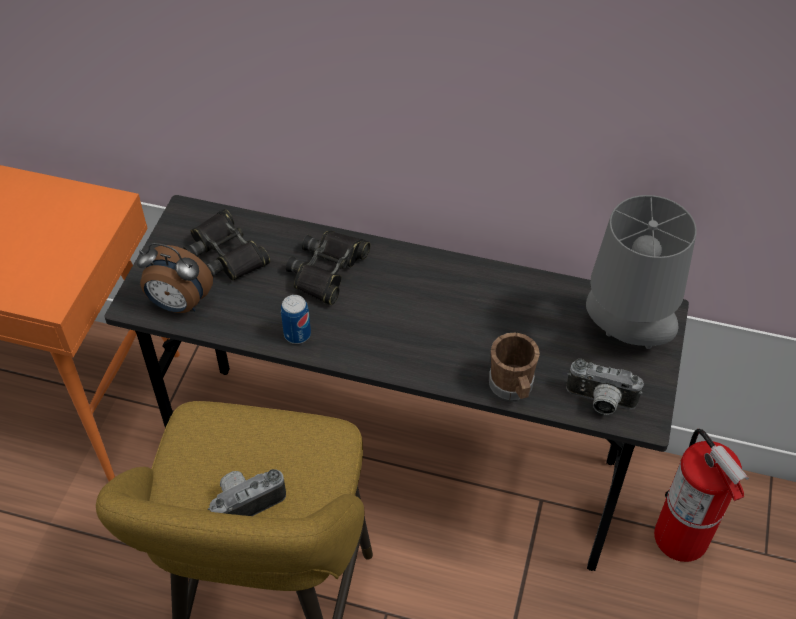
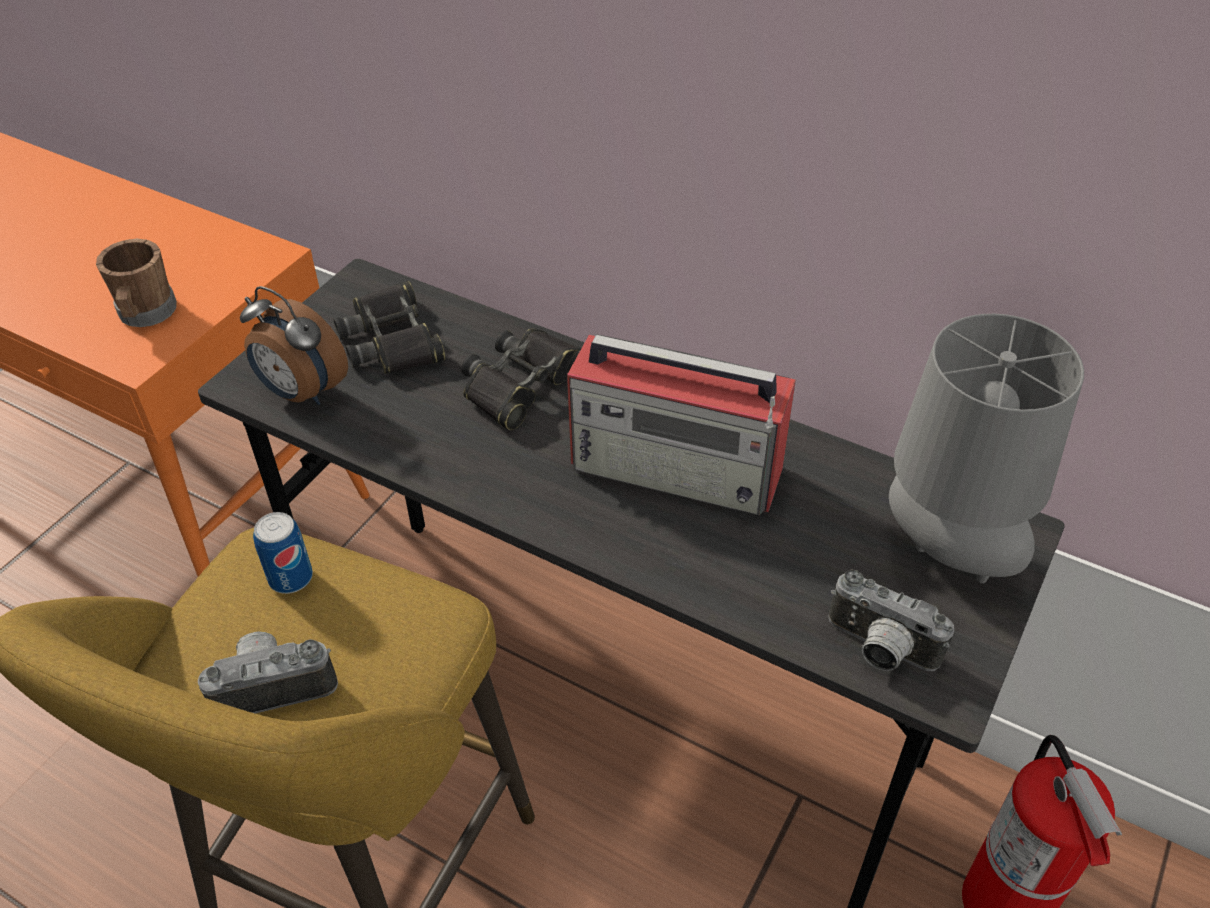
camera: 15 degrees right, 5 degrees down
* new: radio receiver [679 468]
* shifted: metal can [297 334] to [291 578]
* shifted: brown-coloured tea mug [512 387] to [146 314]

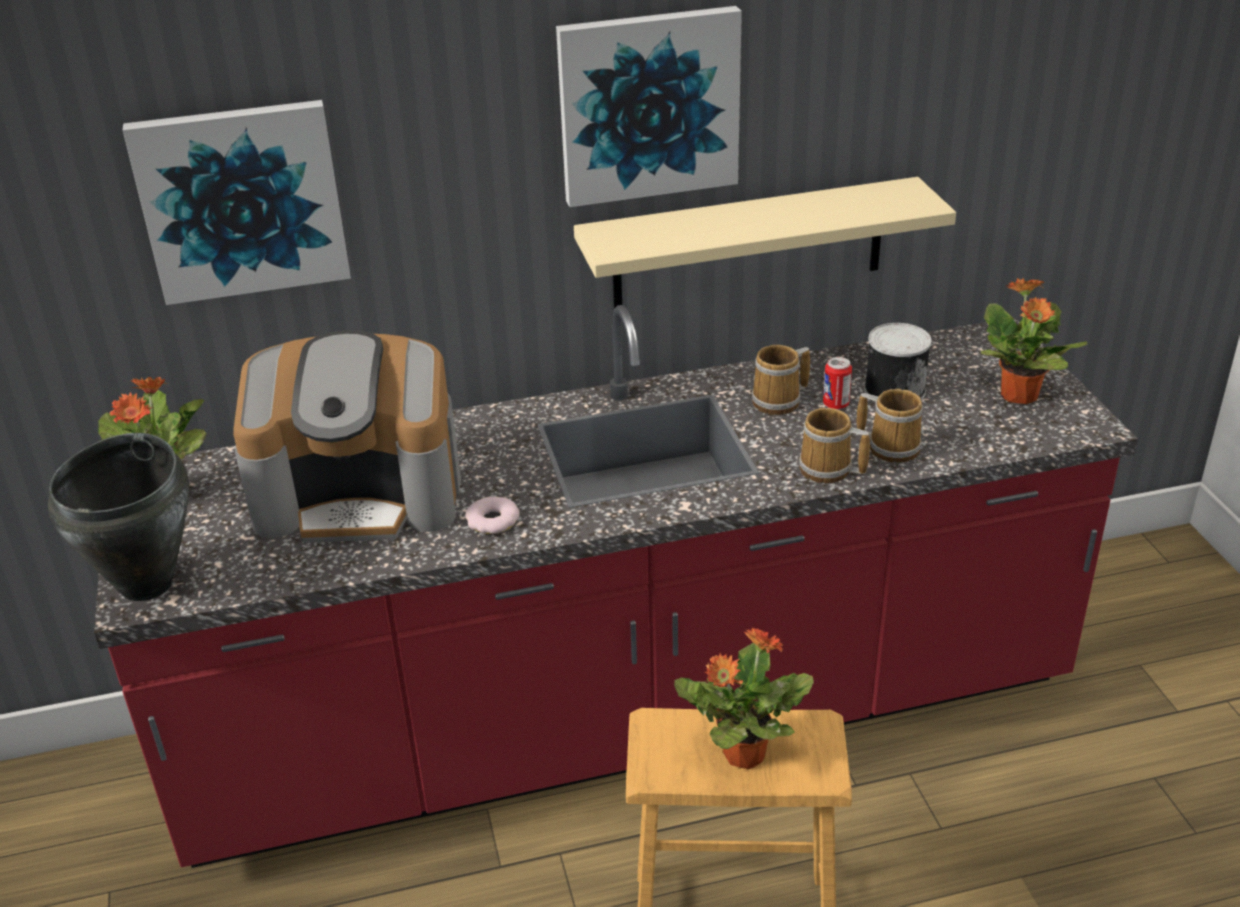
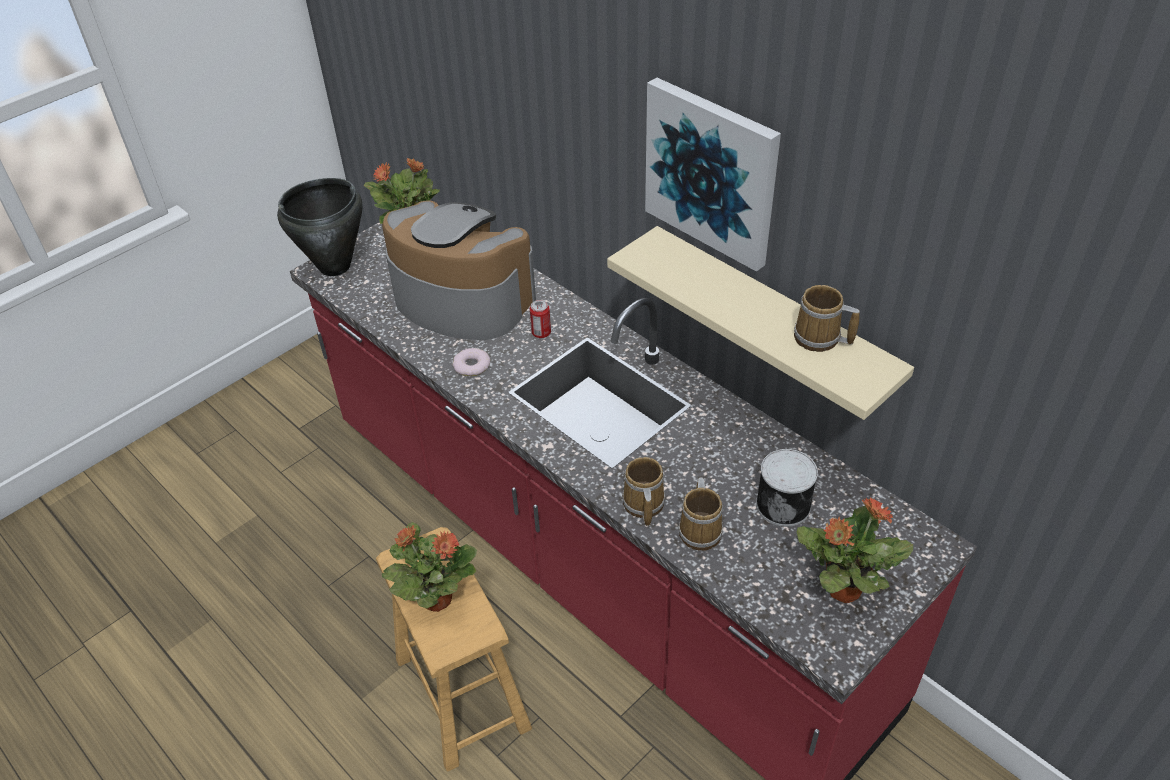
camera: 60 degrees right, 10 degrees up
* gone: wall art [242 201]
* shifted: tea mug [780 401] to [819 339]
* shifted: metal can [835 404] to [541 333]
* rotated: coffee machine [361 493] = [461 300] 150 degrees clockwise

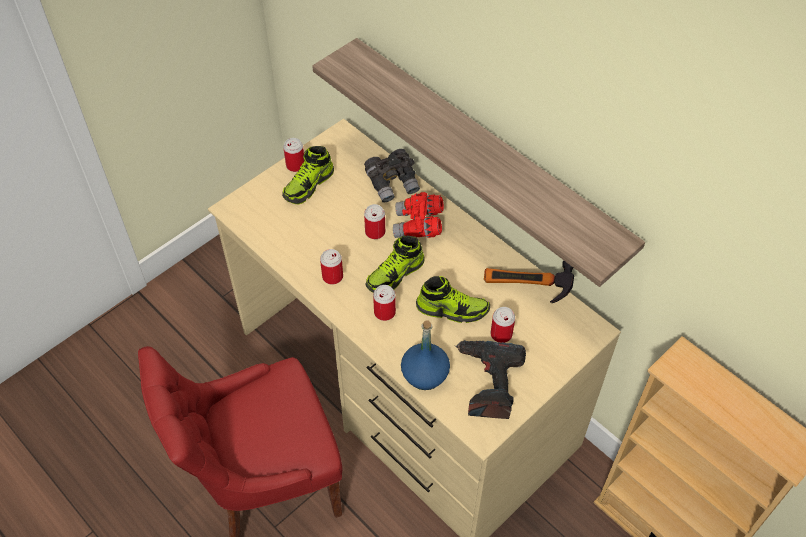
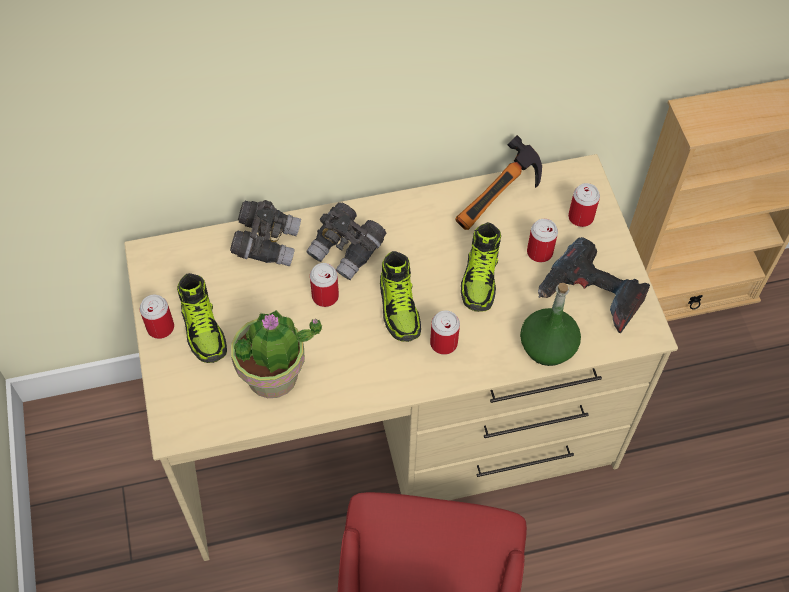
camera: 60 degrees left, 5 degrees up
* gone: wall shelf [486 155]
* new: plant in a pot [273 376]
* shifted: metal can [332 276] to [580 217]
* repainted: red-coloured field glasses [418 226] to greyish field glasses [347 250]
* repainted: blue bottle [425 374] to green bottle [547 346]
* rotated: low shoe [452 309] = [480 278] 150 degrees clockwise

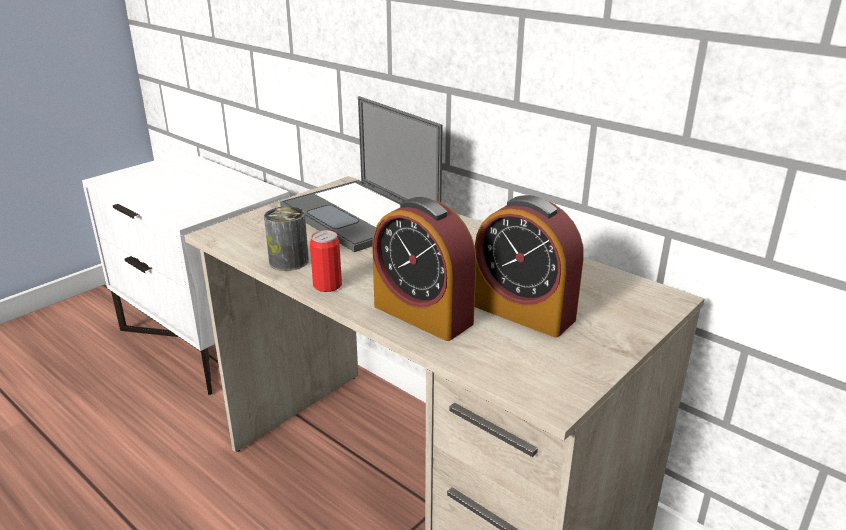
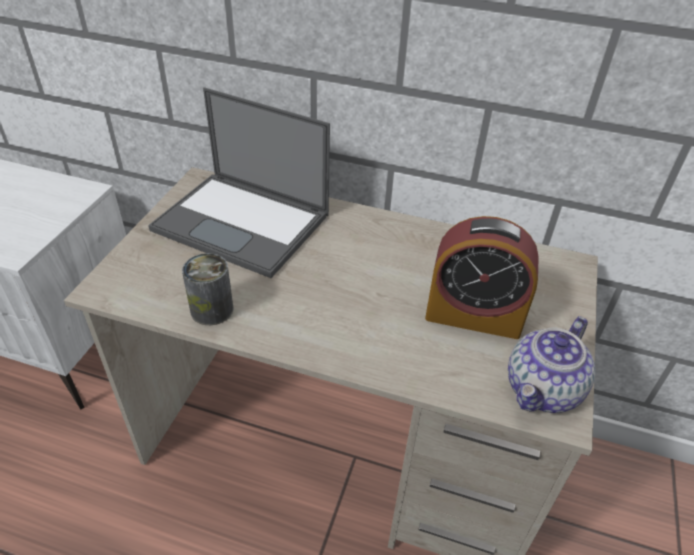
camera: 25 degrees left, 15 degrees up
* gone: metal can [327 285]
* gone: bedside clock [423 314]
* new: teapot [543 390]

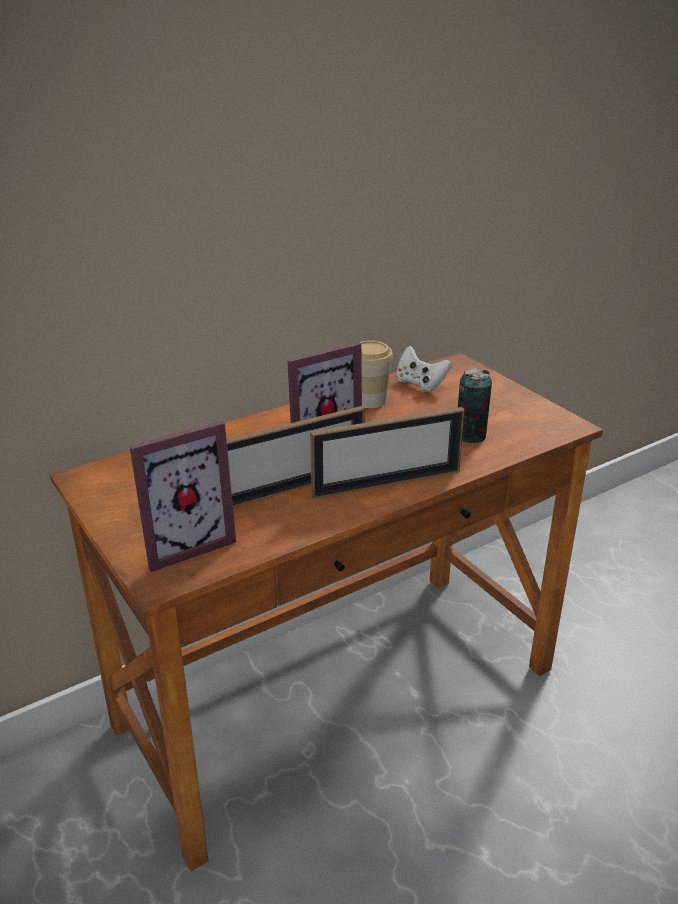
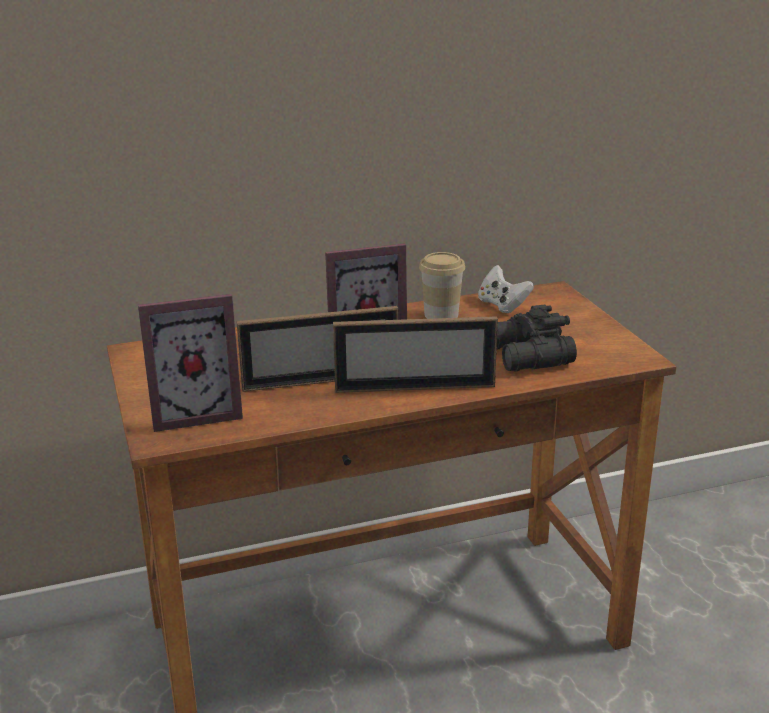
camera: 15 degrees right, 5 degrees down
* swapped: metal can [470 436] to black-coloured field glasses [526 357]

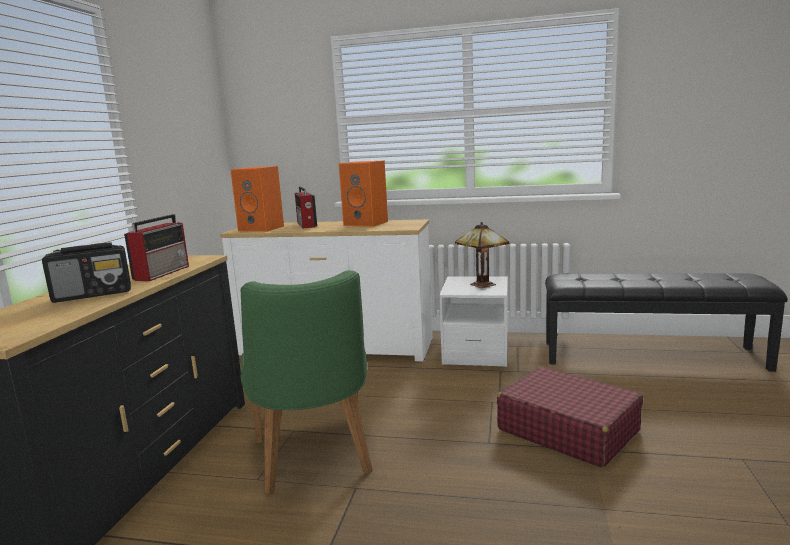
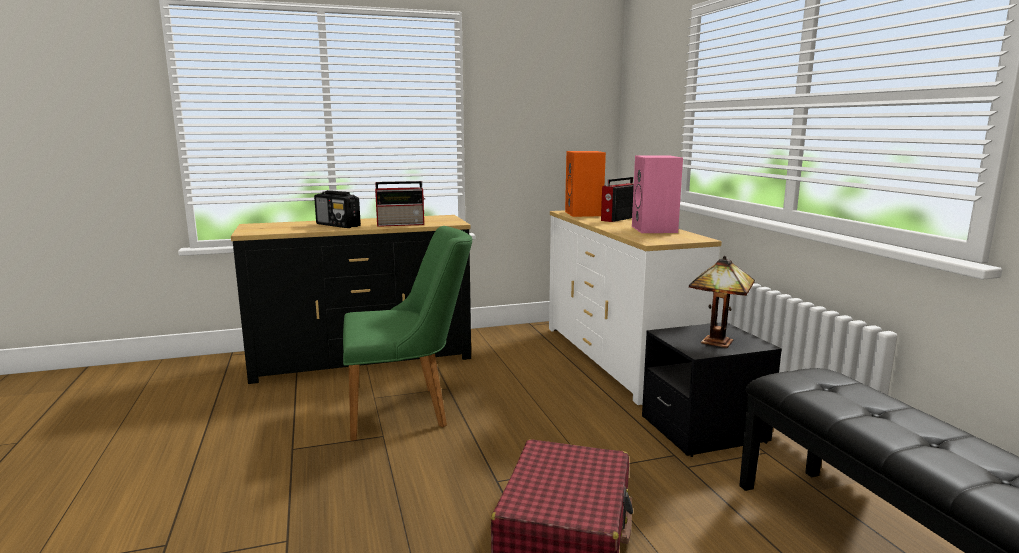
camera: 60 degrees right, 0 degrees up
* repainted: orange audio speaker [367 223] to pinkish audio speaker [655 229]
* repainted: whitish nightstand [476 353] to black-coloured nightstand [704 430]
* rotated: green chair [314 462] = [408 410] 150 degrees counterclockwise

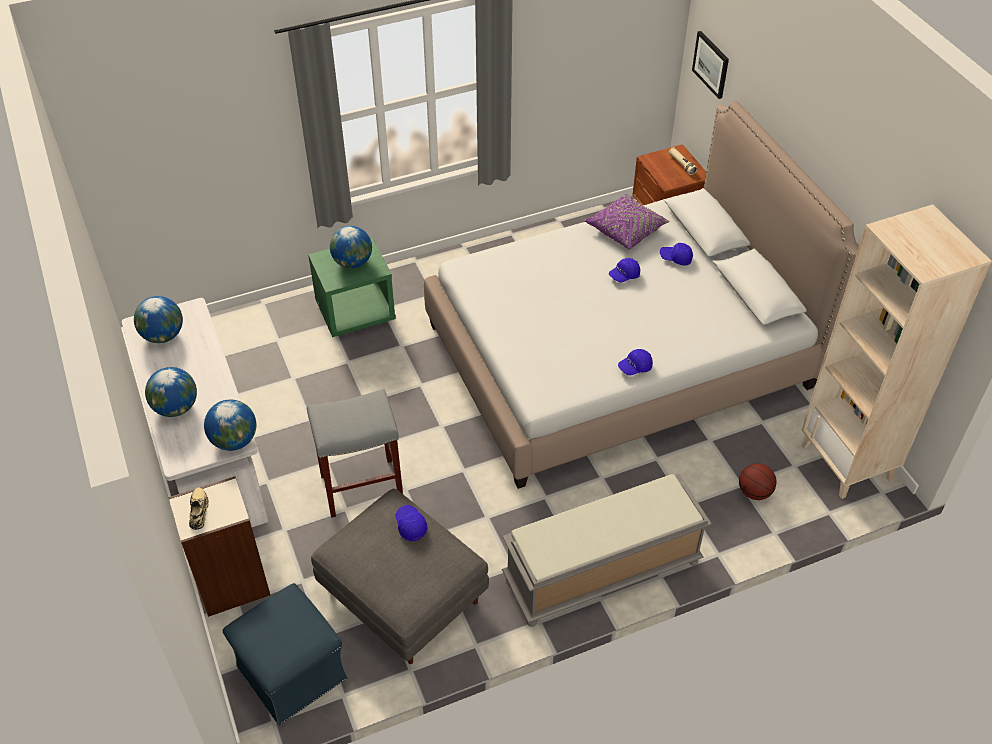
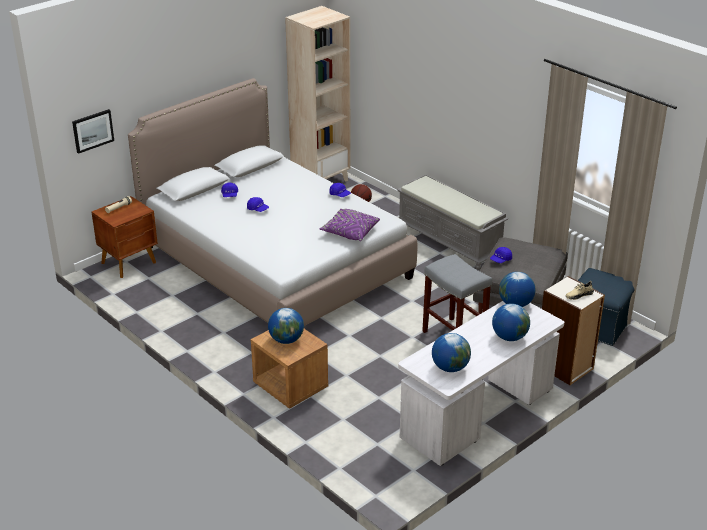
camera: 110 degrees left, 15 degrees down
* shifted: purplish throw pillow [626 229] to [350 232]
* repainted: green nightstand [356 311] to brown-coloured nightstand [290 387]

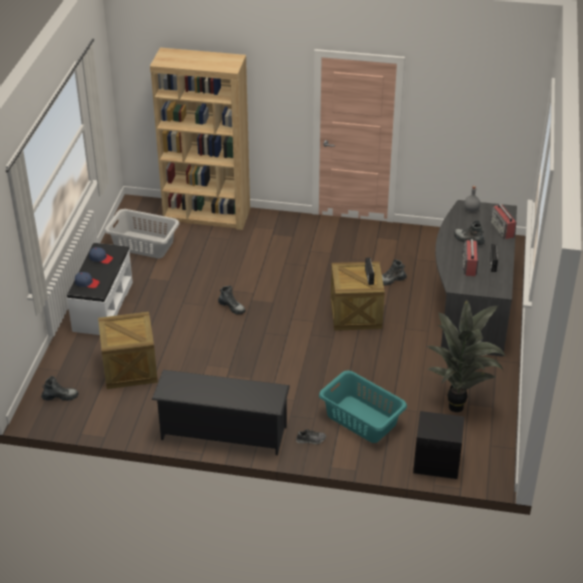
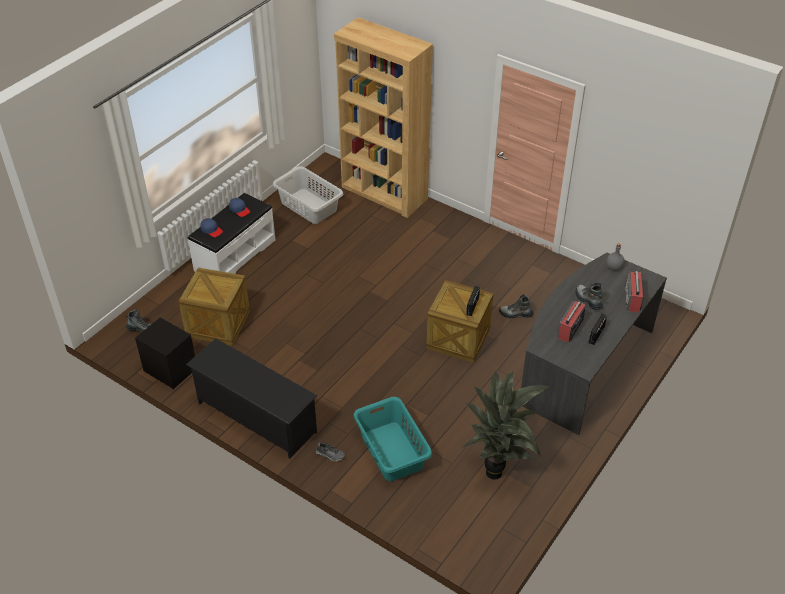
camera: 25 degrees right, 5 degrees up
* gone: tall boot [232 307]
* shifted: black-coloured nightstand [436 462] to [171 369]

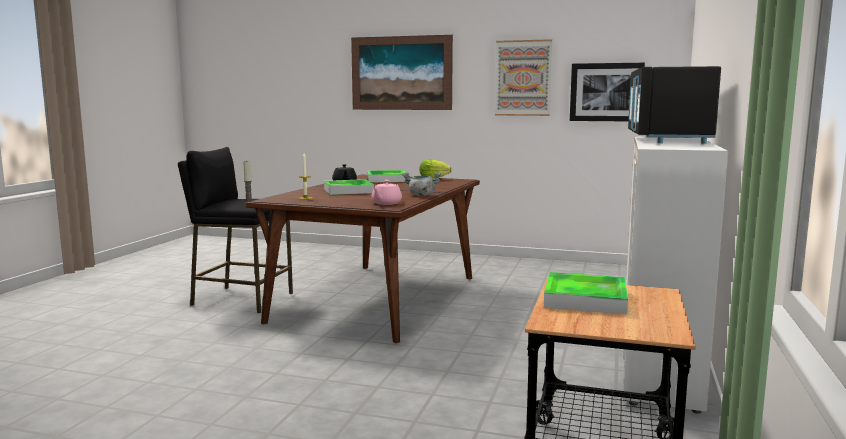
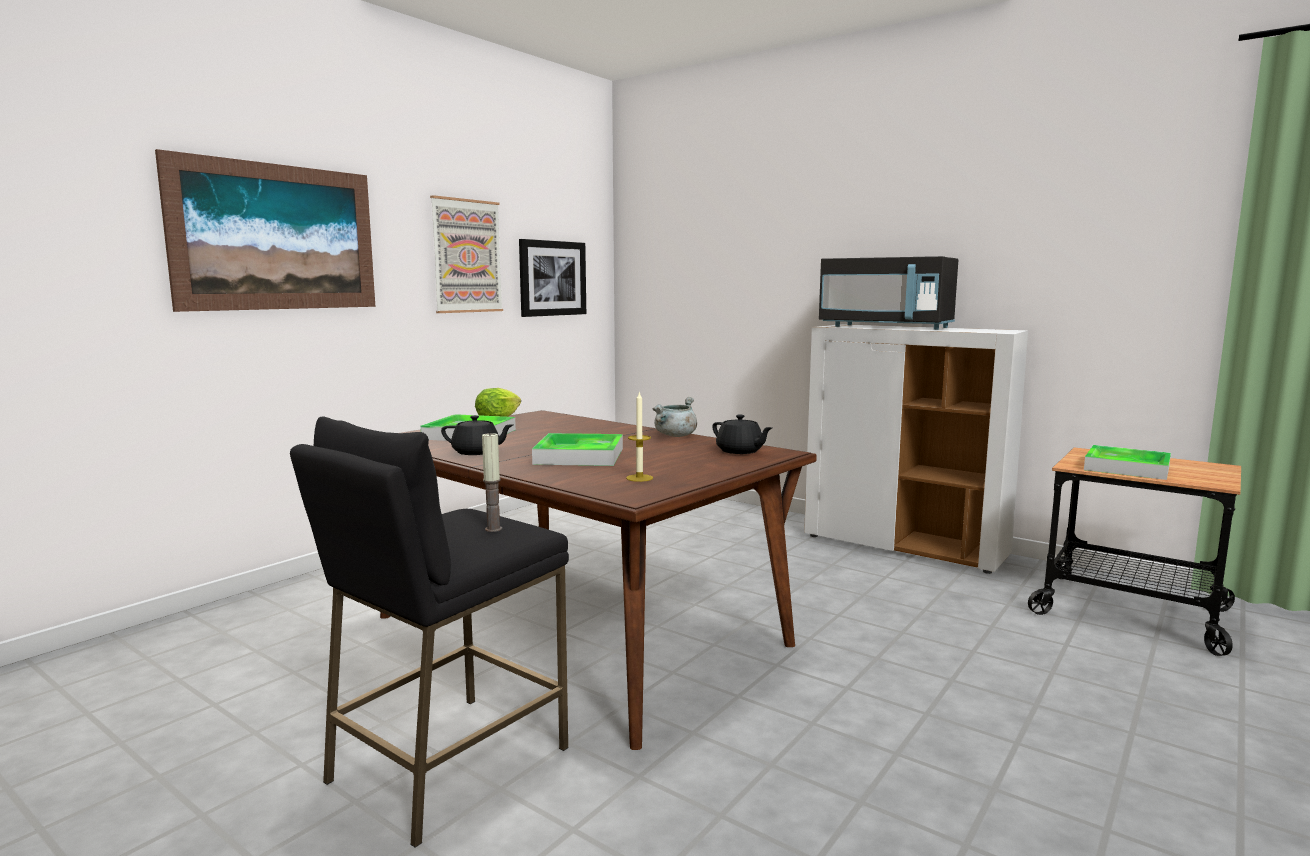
camera: 70 degrees left, 0 degrees up
* repainted: pinkish teapot [386 203] to black-coloured teapot [740 451]

